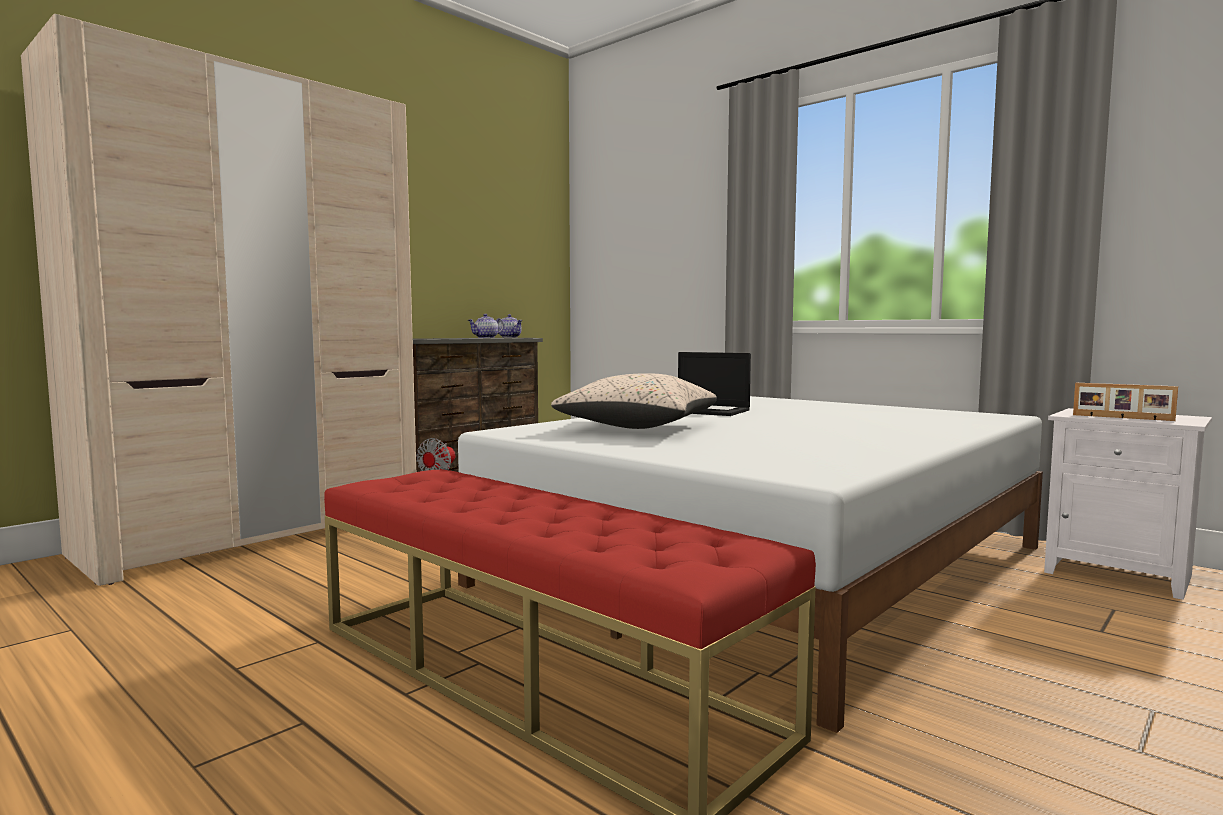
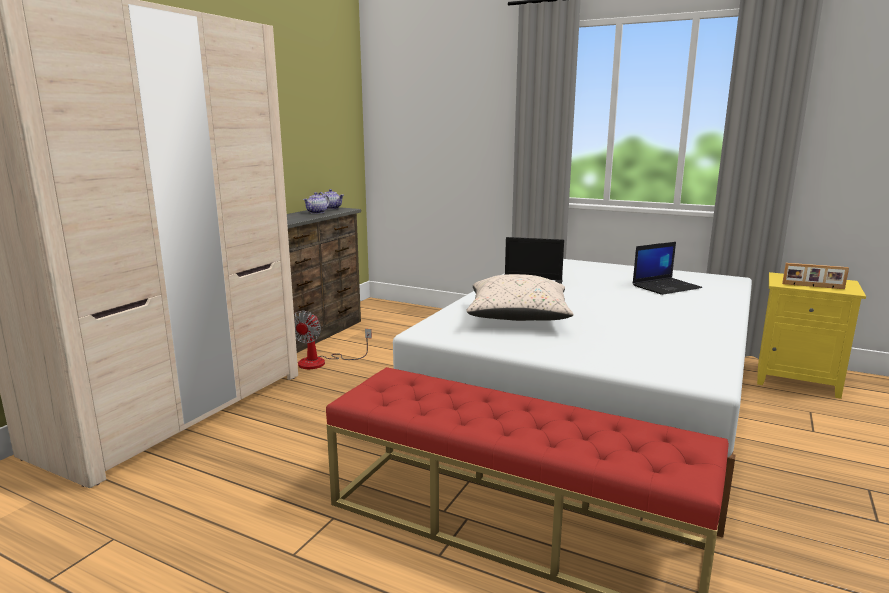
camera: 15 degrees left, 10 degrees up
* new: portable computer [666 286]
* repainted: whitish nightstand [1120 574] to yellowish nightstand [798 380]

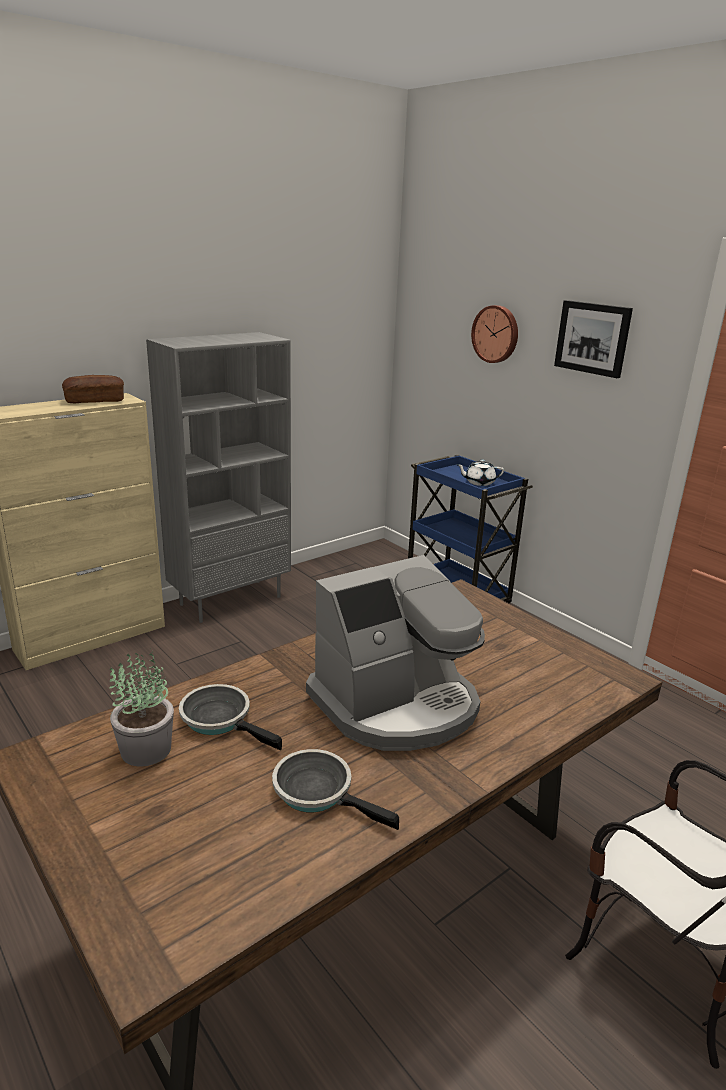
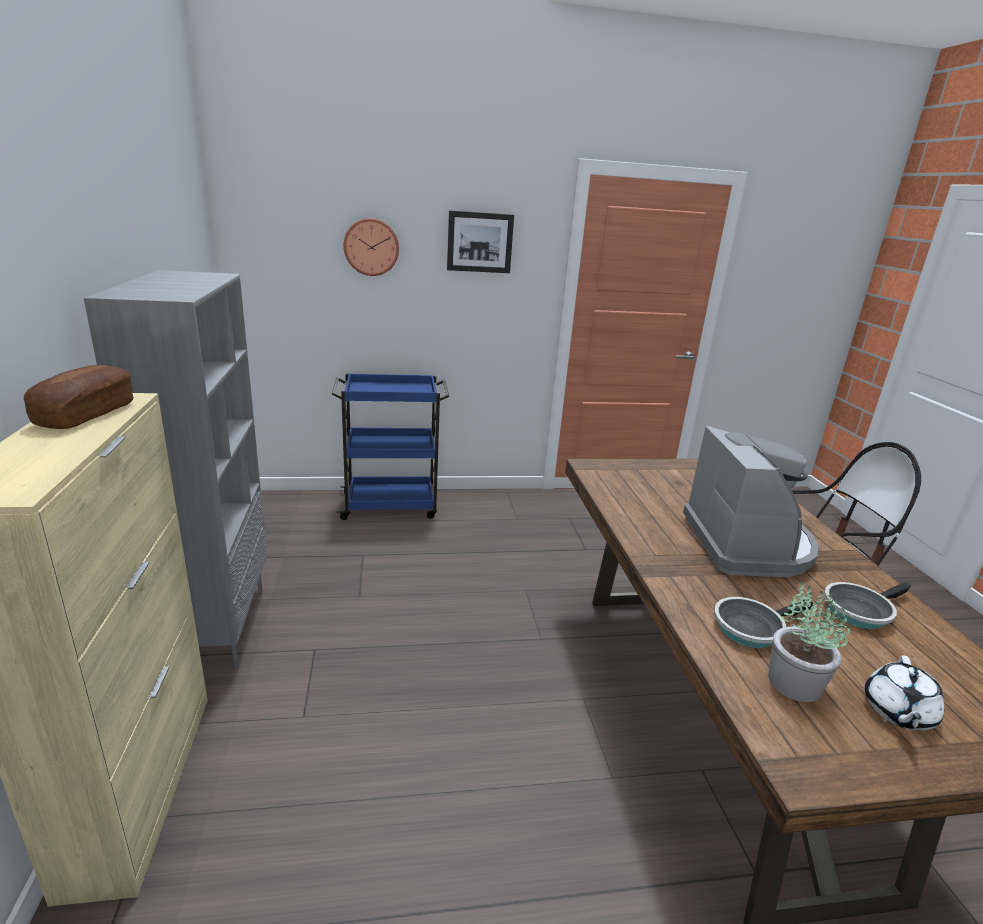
camera: 60 degrees left, 0 degrees up
* shifted: whitish teapot [479 482] to [897 712]

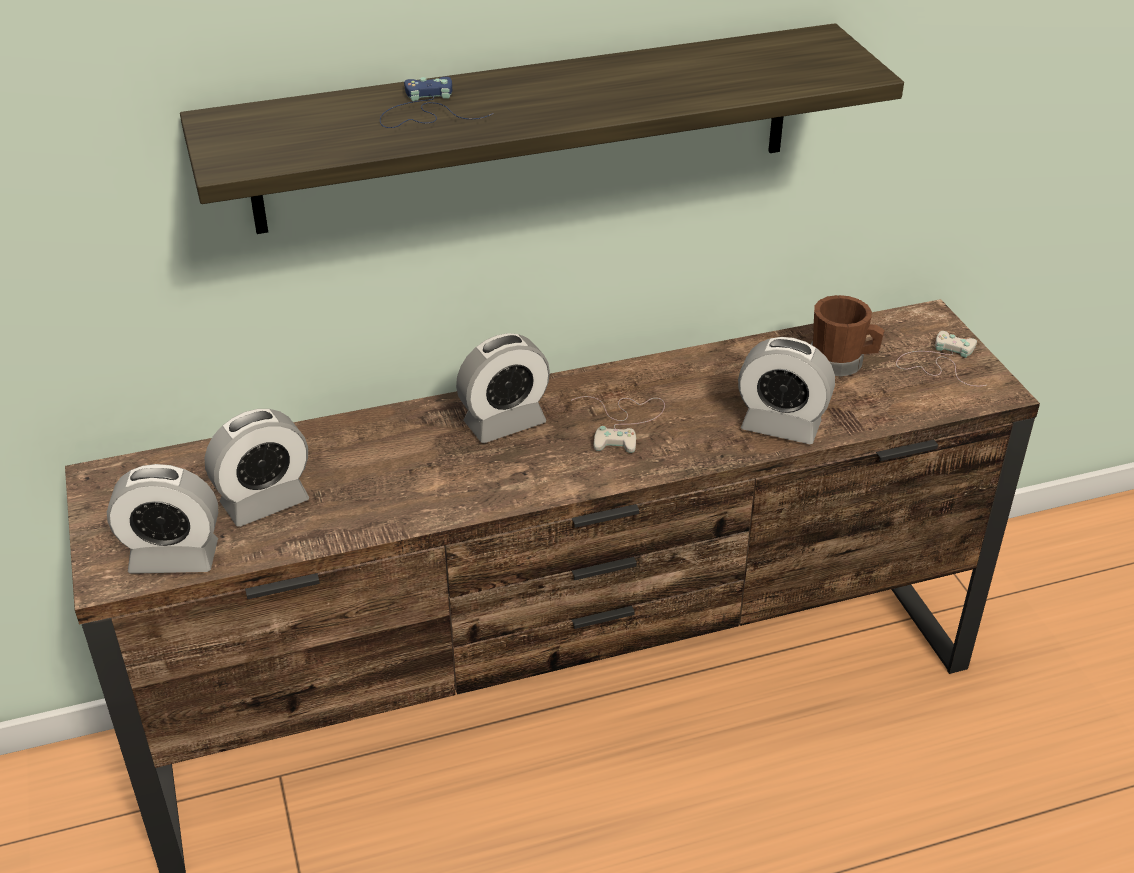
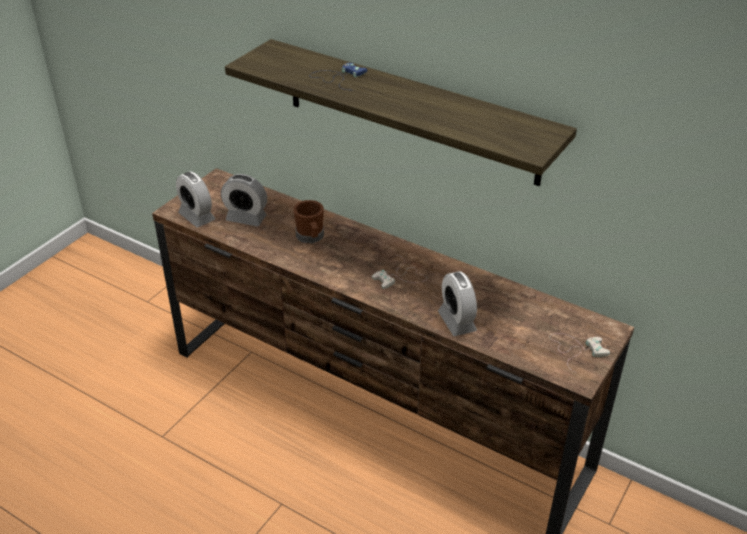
camera: 50 degrees right, 0 degrees up
* gone: bedside clock [504 423]
* shifted: brown-coloured tea mug [842 363] to [310 237]

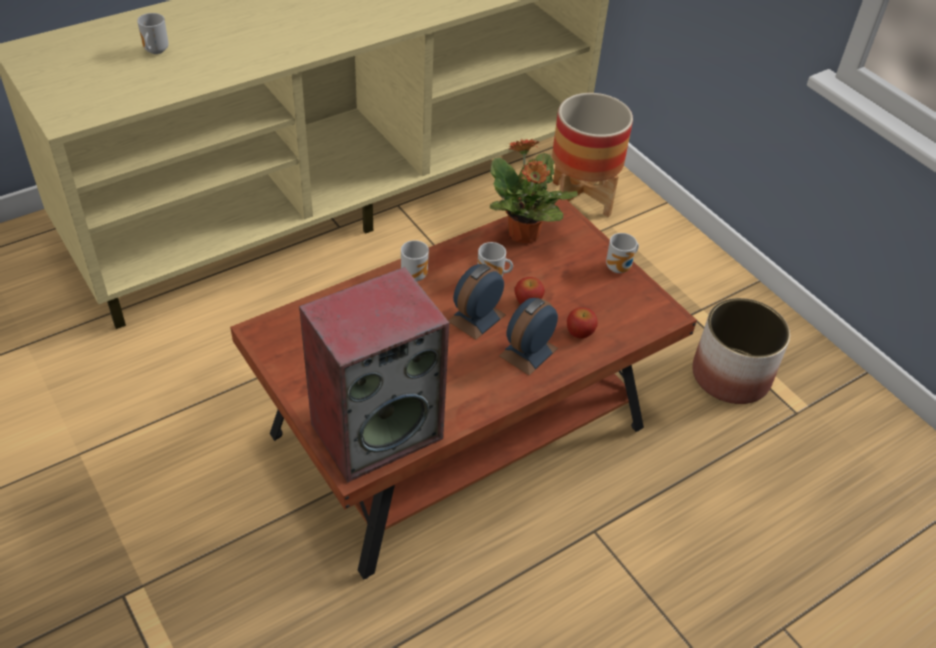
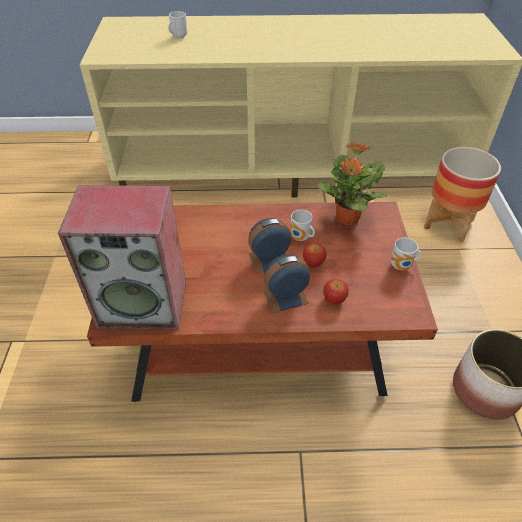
camera: 35 degrees right, 0 degrees up
* gone: tea mug [415 275]

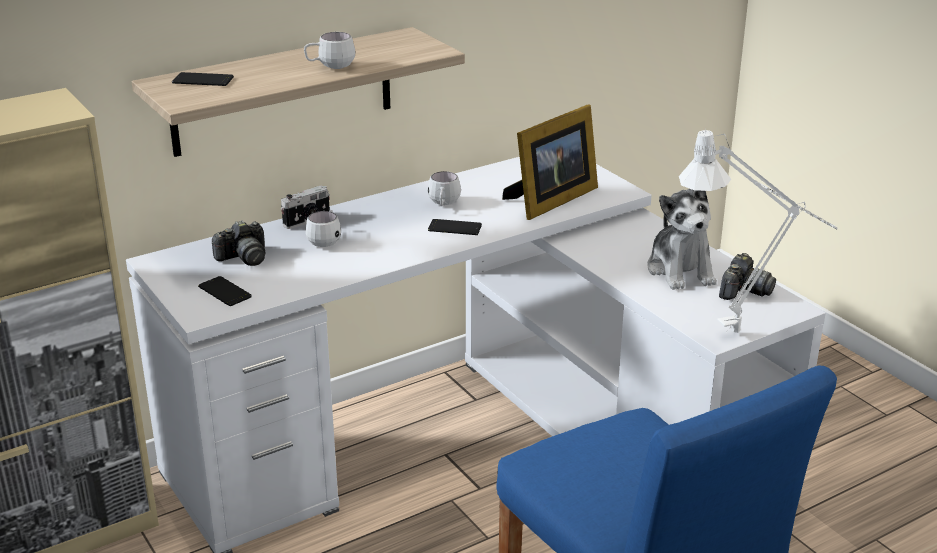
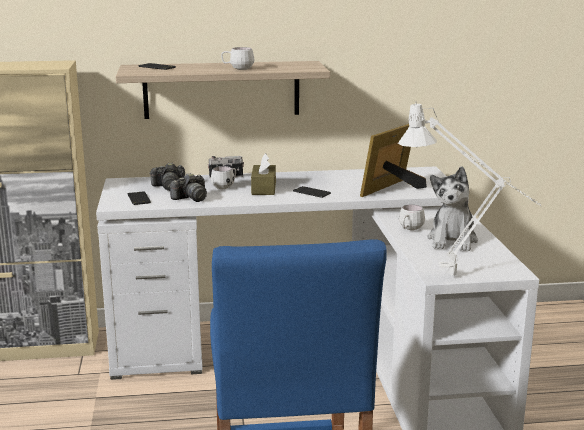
camera: 25 degrees right, 10 degrees down
* new: brown-coloured tissue holder [263 188]
* shifted: whitish tea mug [443 204] to [409 229]
* shifted: still camera [744 291] to [191 198]
* rotated: photo frame [550 200] = [392 189] 150 degrees clockwise

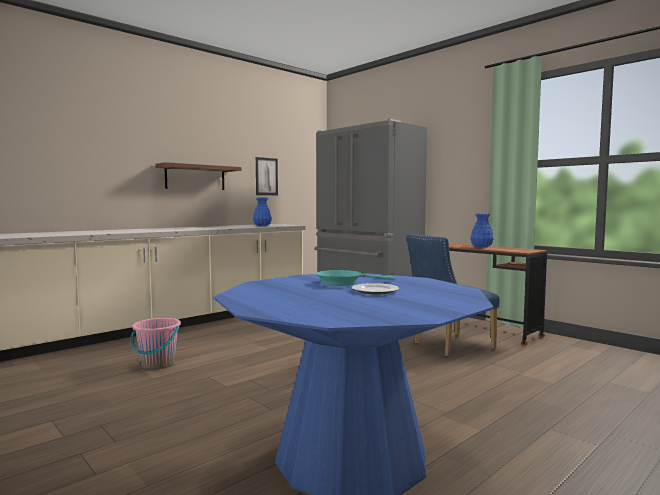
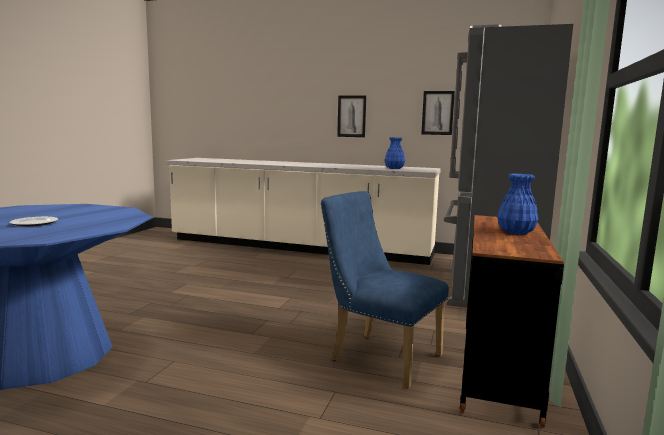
camera: 60 degrees right, 5 degrees up
* gone: pinkish pail [158 364]
* gone: blue-green skillet [343 283]
* swapped: brown-coloured wall shelf [195 177] to wall art [351 116]

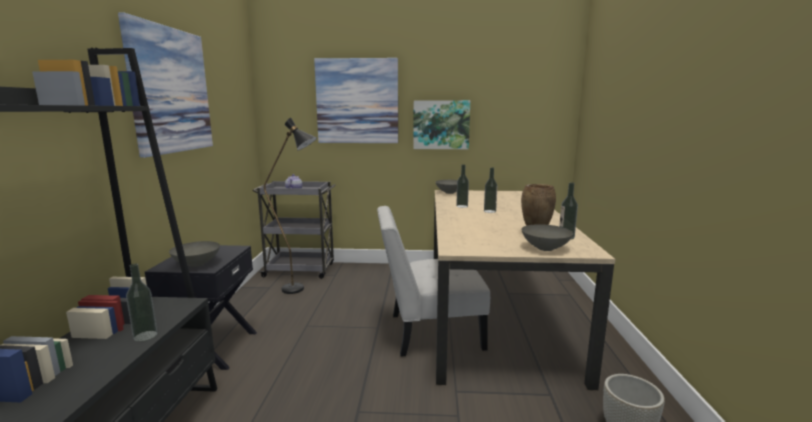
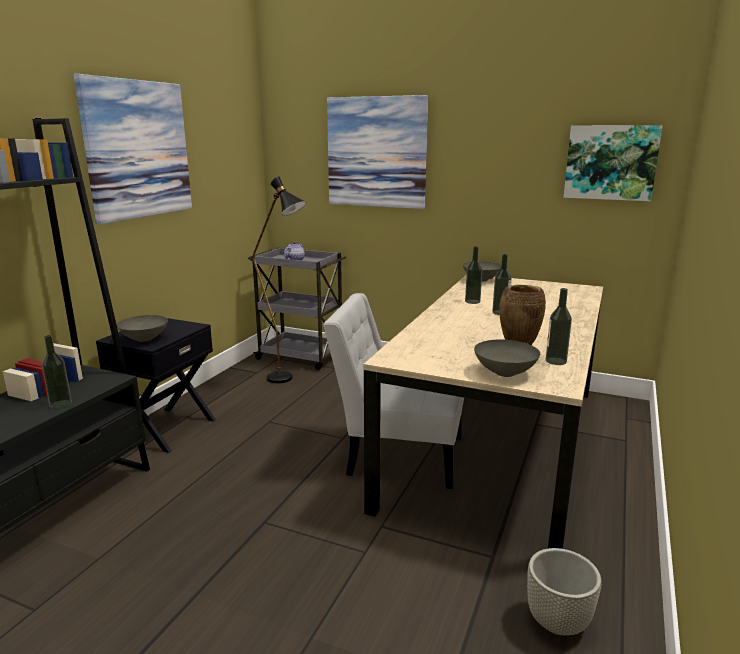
camera: 20 degrees right, 5 degrees up
* shifted: wall art [441 125] to [610 162]

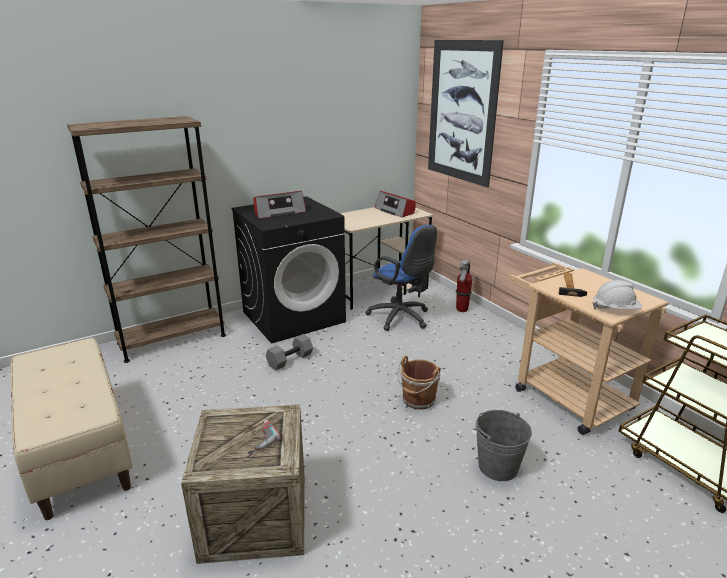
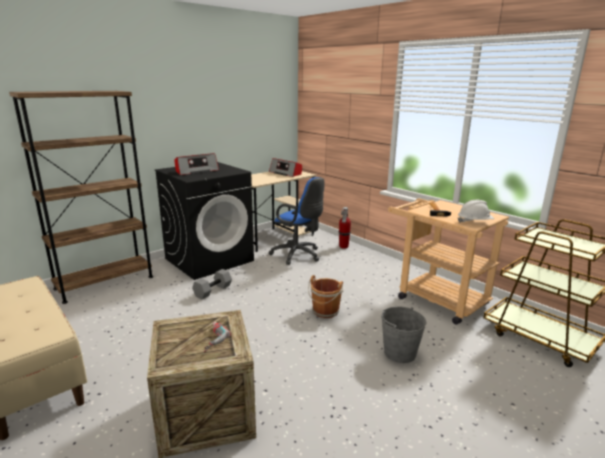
camera: 10 degrees left, 5 degrees down
* gone: wall art [462 112]

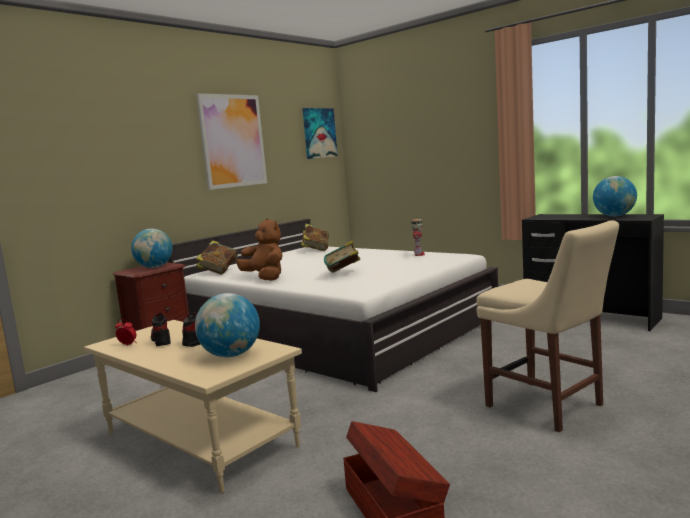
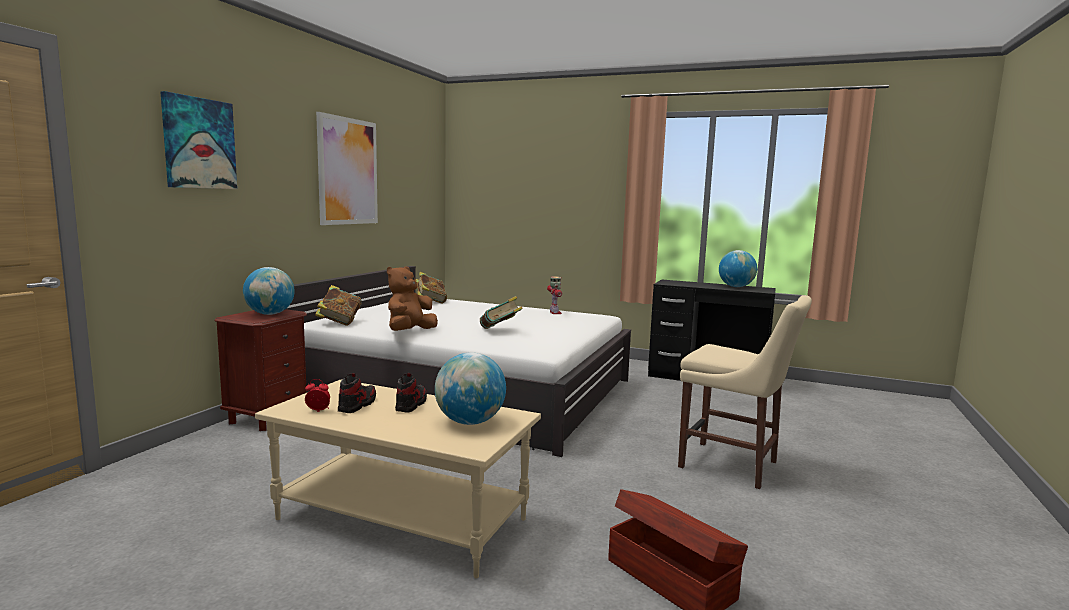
camera: 20 degrees left, 0 degrees up
* shifted: wall art [319 133] to [199 143]
* rotated: low shoe [161 340] = [357 405] 60 degrees clockwise
* rotated: brown-coloured cuddly toy [265 278] = [410 332] 90 degrees counterclockwise

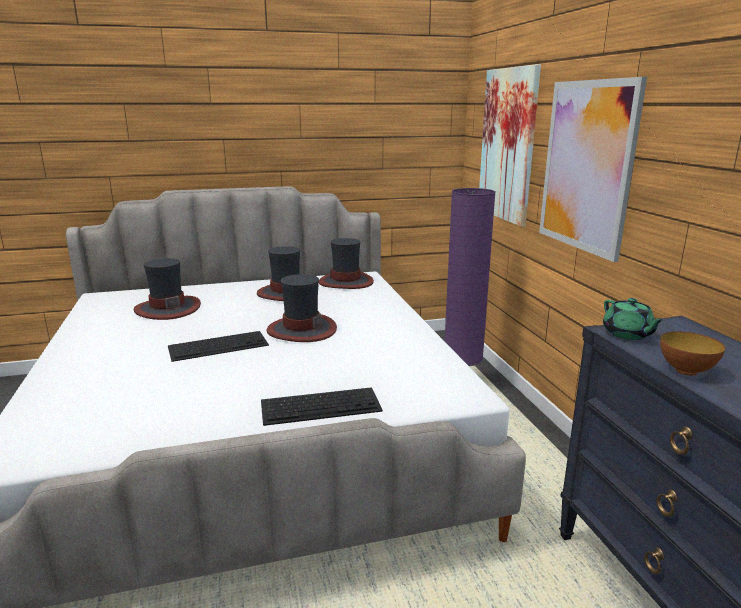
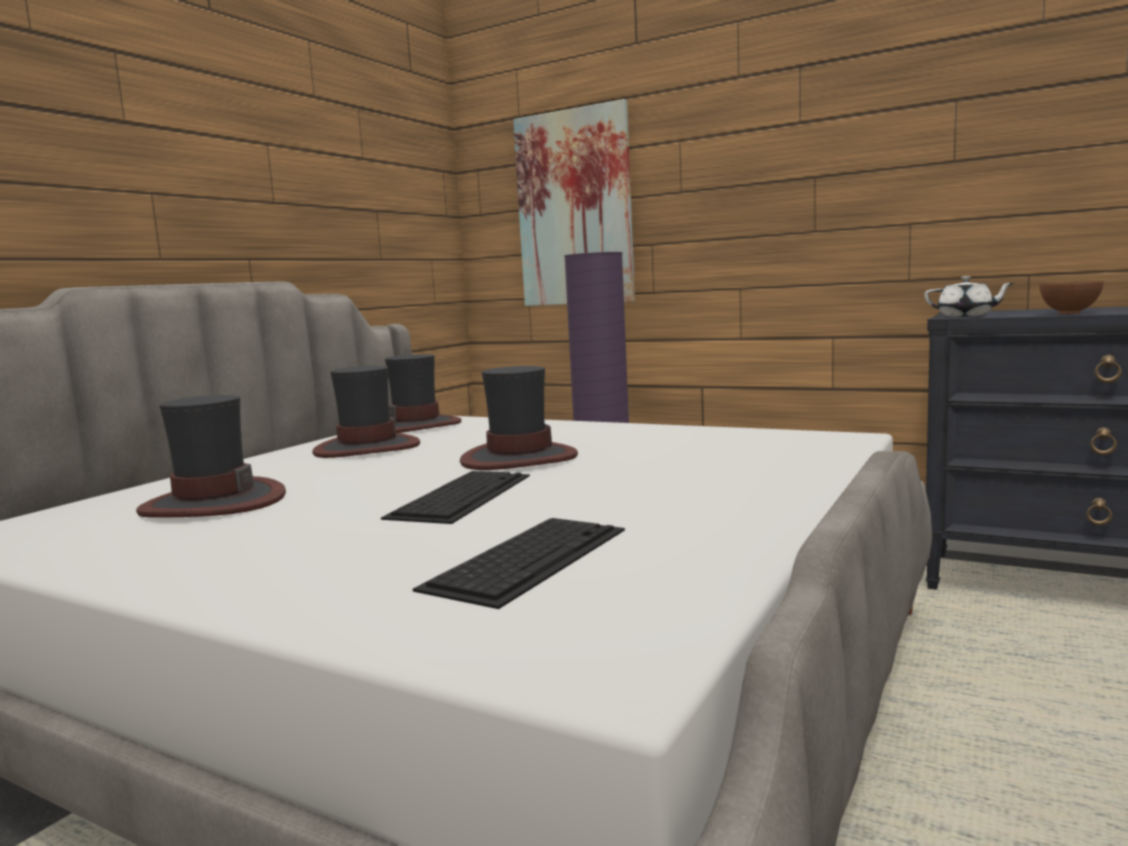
camera: 45 degrees left, 10 degrees down
* gone: wall art [587 166]
* shifted: computer keyboard [321 405] to [528 557]
* repainted: green teapot [627 334] to whitish teapot [966 315]

